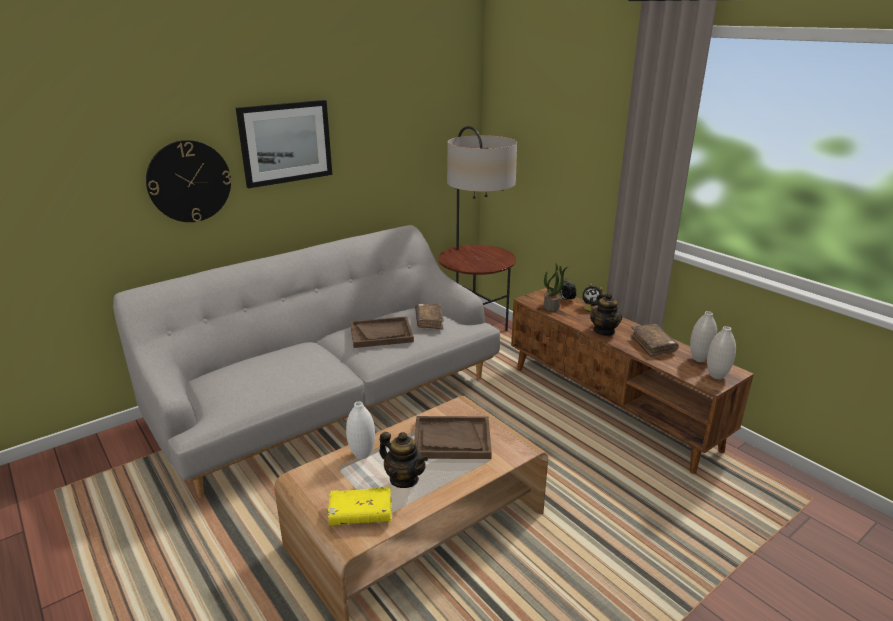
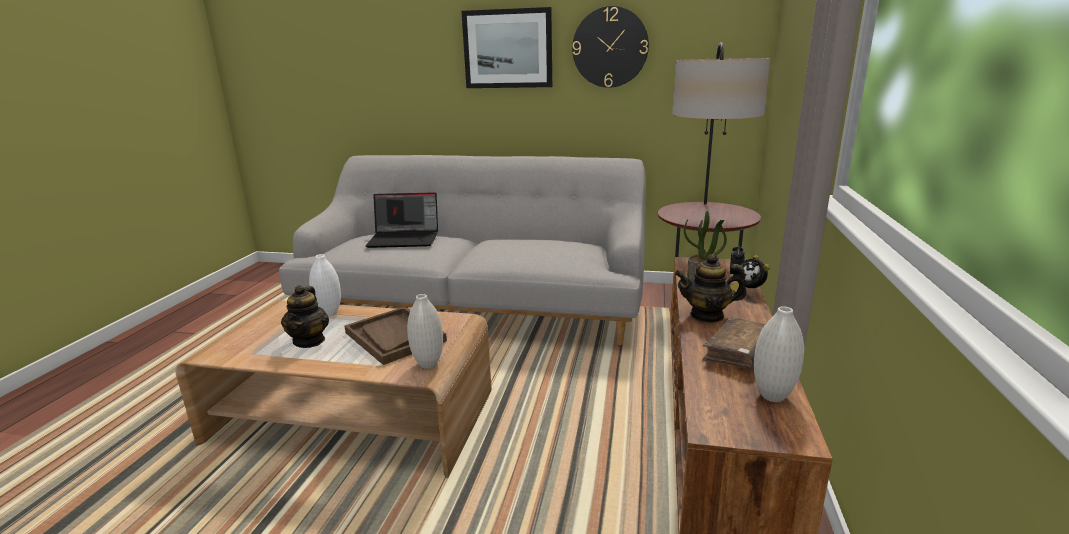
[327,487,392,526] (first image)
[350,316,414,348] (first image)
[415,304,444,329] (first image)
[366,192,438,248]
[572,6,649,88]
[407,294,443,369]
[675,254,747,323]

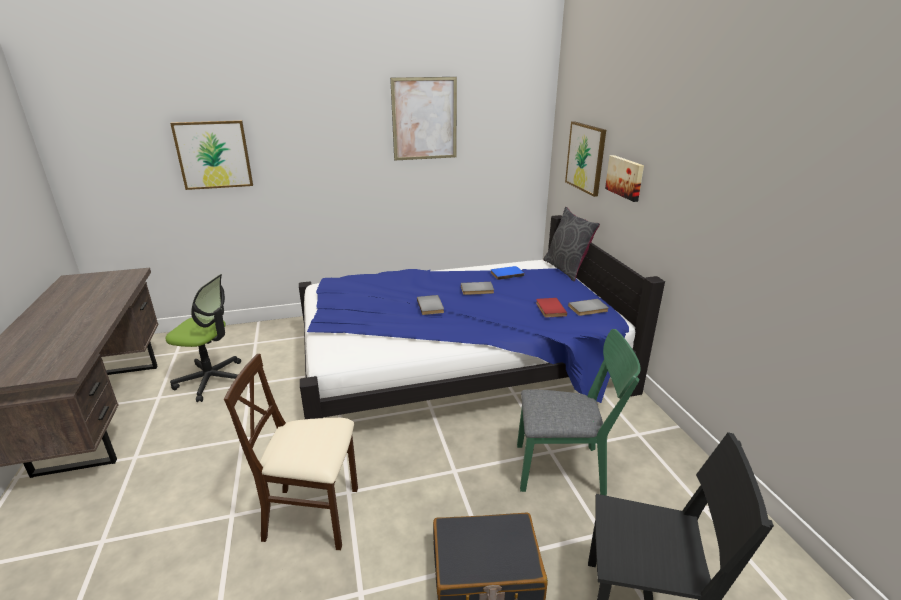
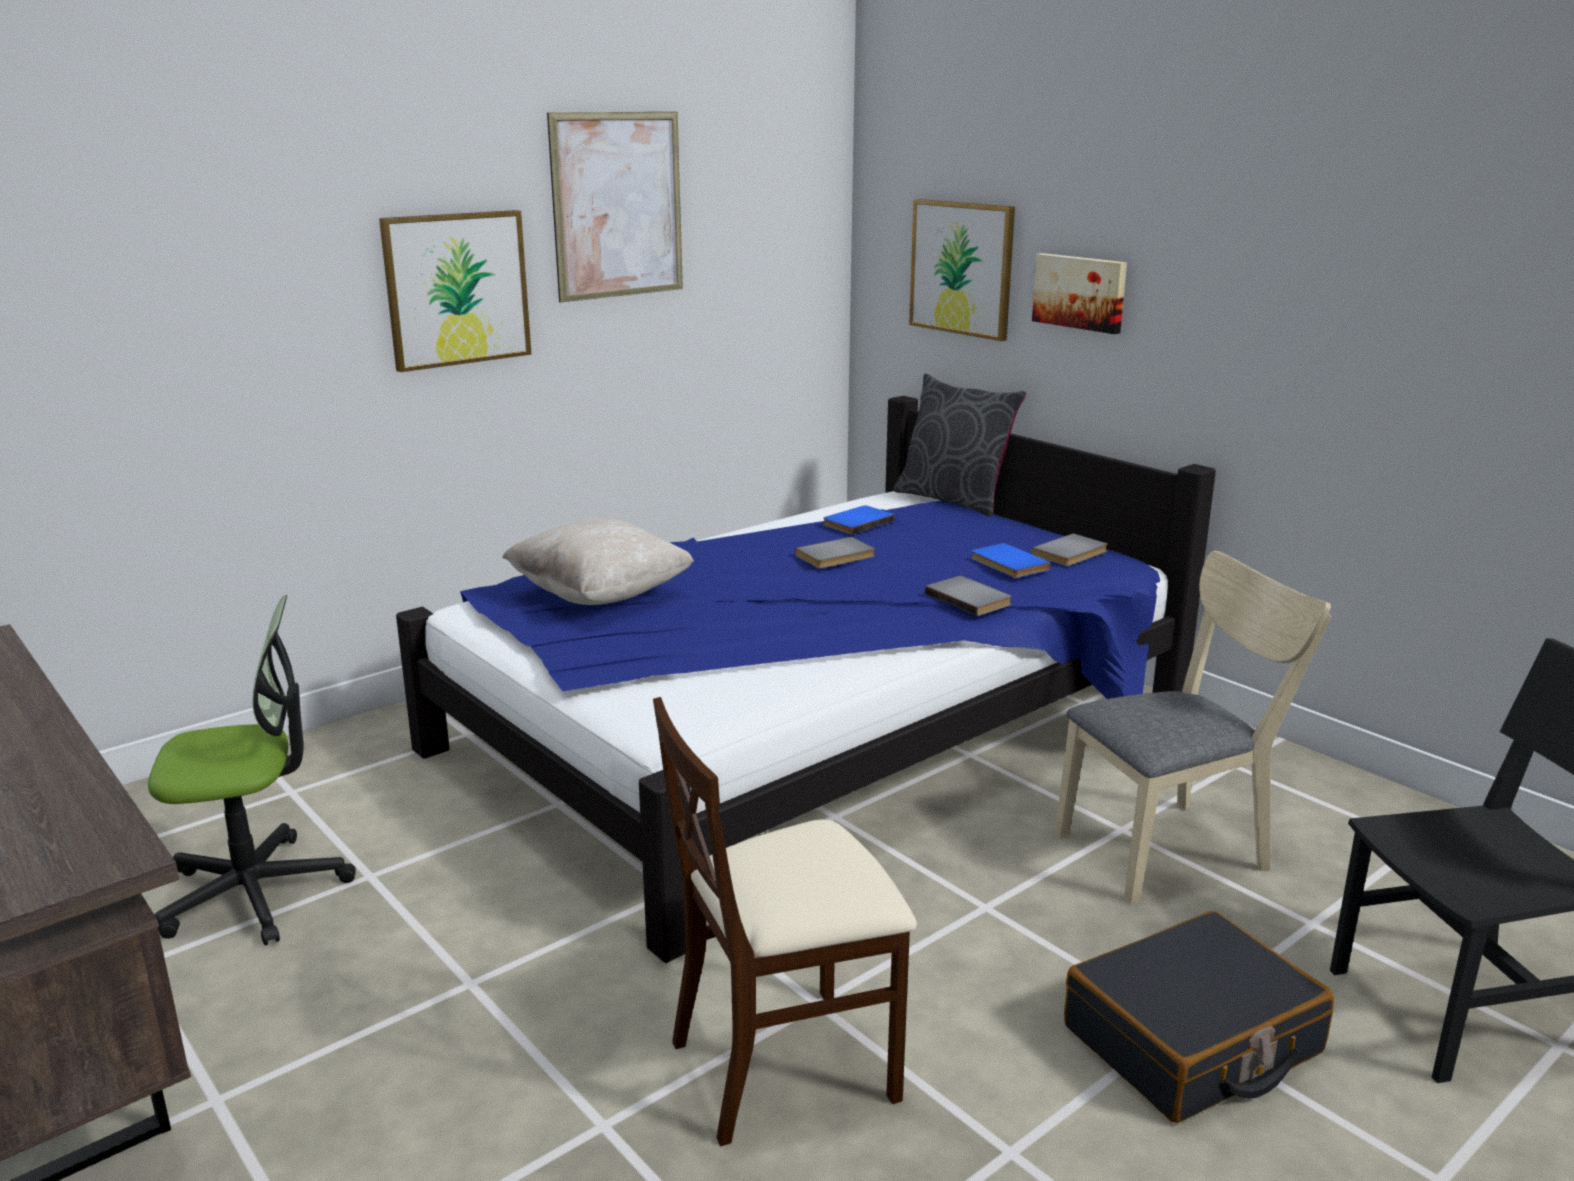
[502,517,694,605]
[379,210,532,372]
[925,576,1012,616]
[1055,551,1331,904]
[971,543,1051,578]

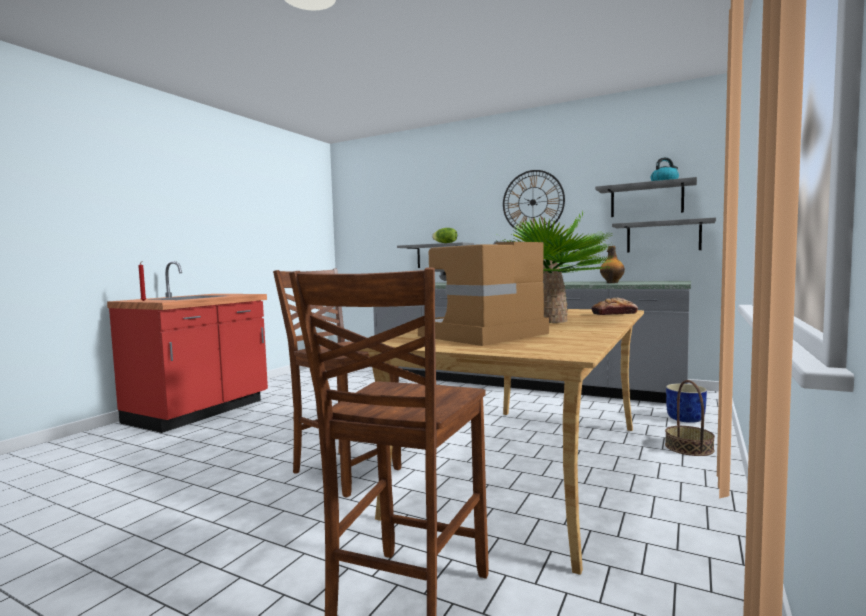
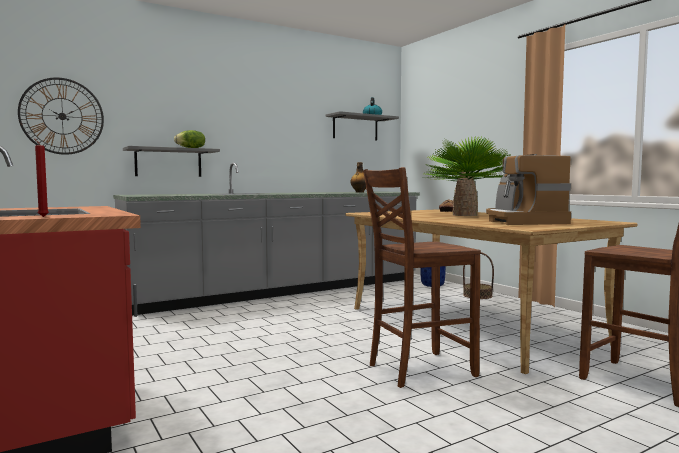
[612,217,716,253] (first image)
[18,77,104,155]

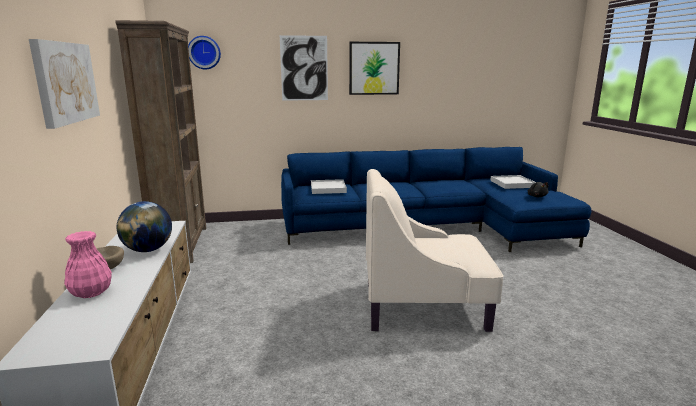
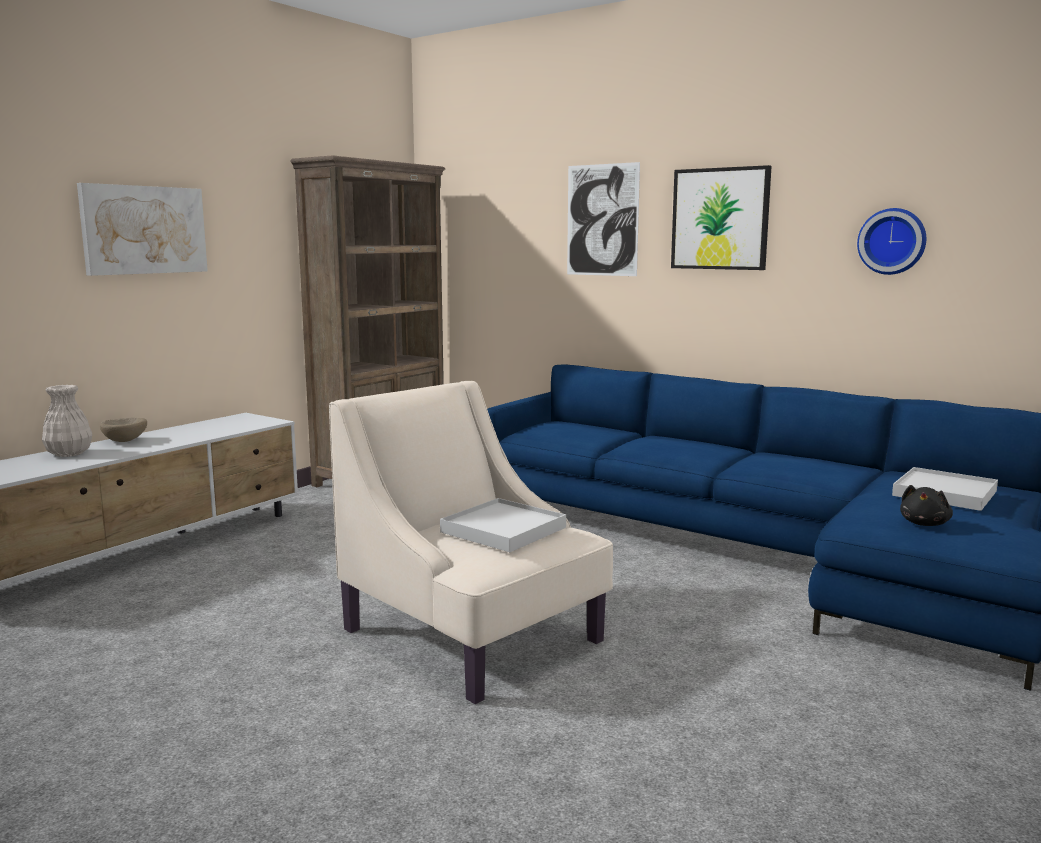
[117,201,172,252] (first image)
[857,208,926,275]
[440,498,566,552]
[42,385,92,457]

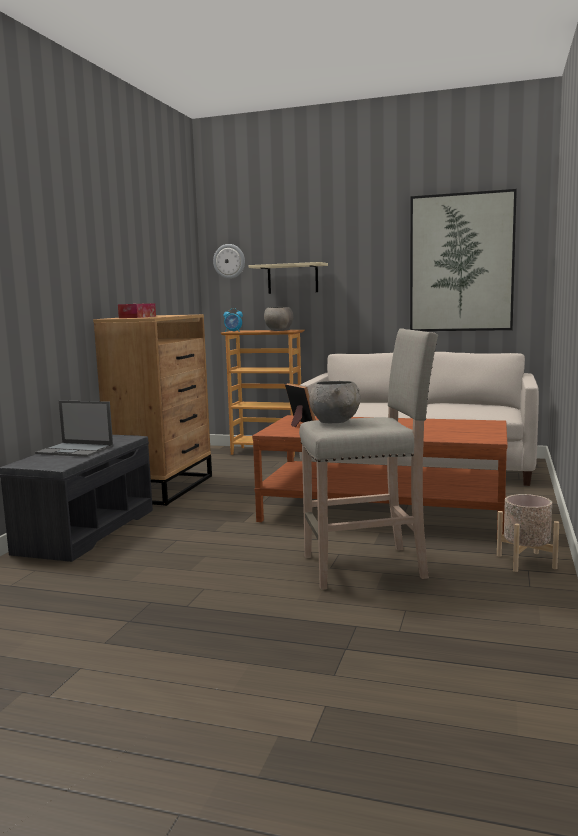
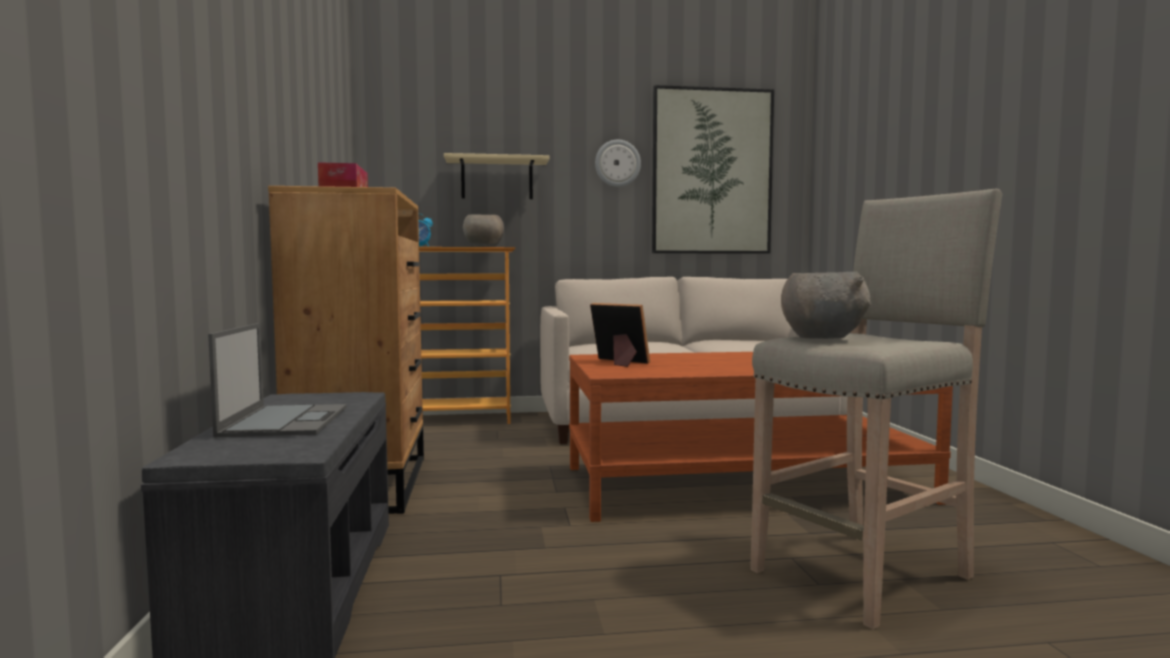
[497,494,559,572] (first image)
[595,140,641,187]
[208,323,347,437]

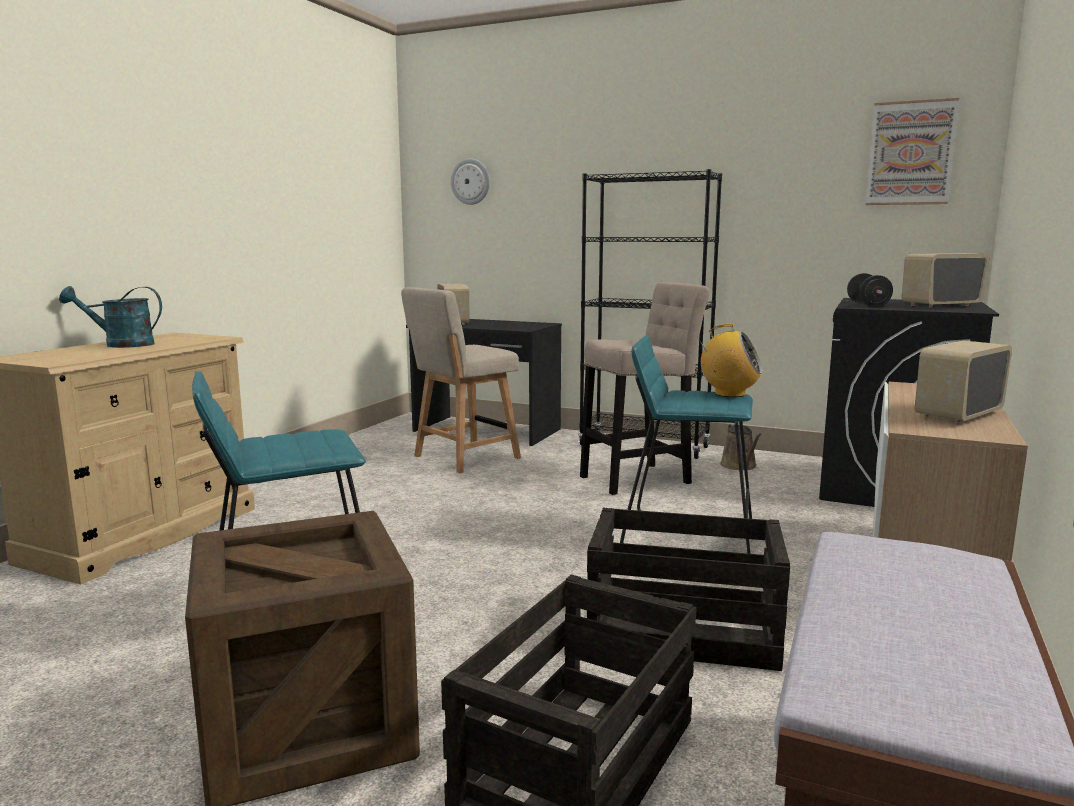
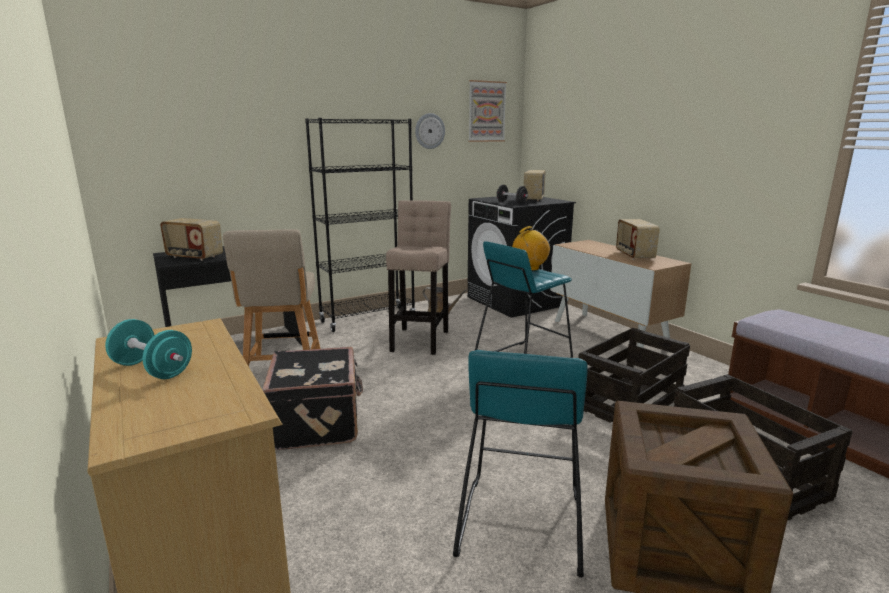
[262,347,363,450]
[415,113,445,149]
[105,319,192,379]

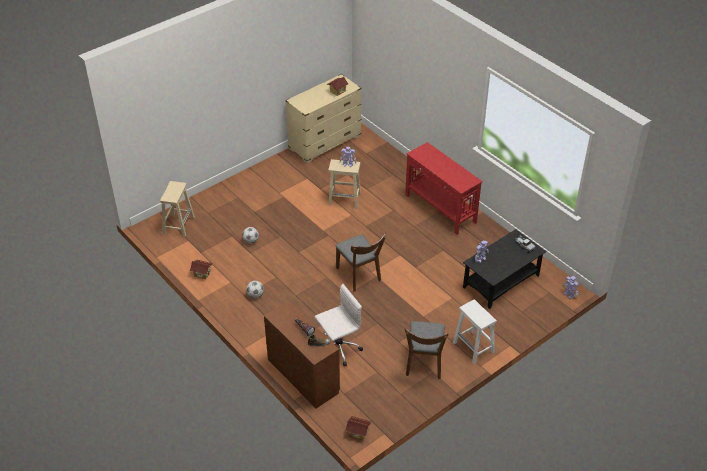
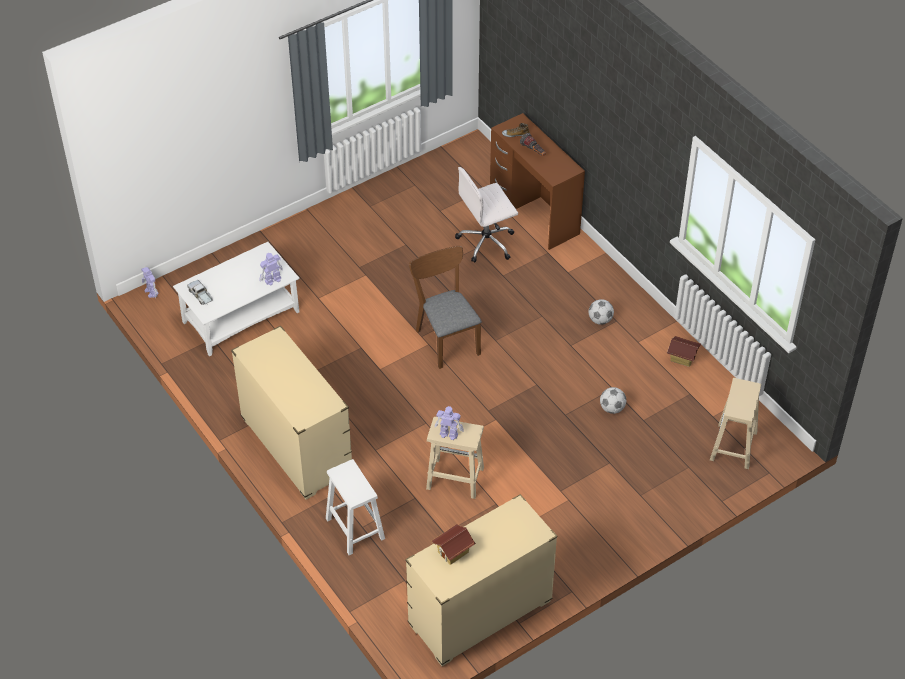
[345,416,371,440] (first image)
[405,321,449,379] (first image)
[326,459,385,555]
[231,326,352,500]
[173,242,300,357]

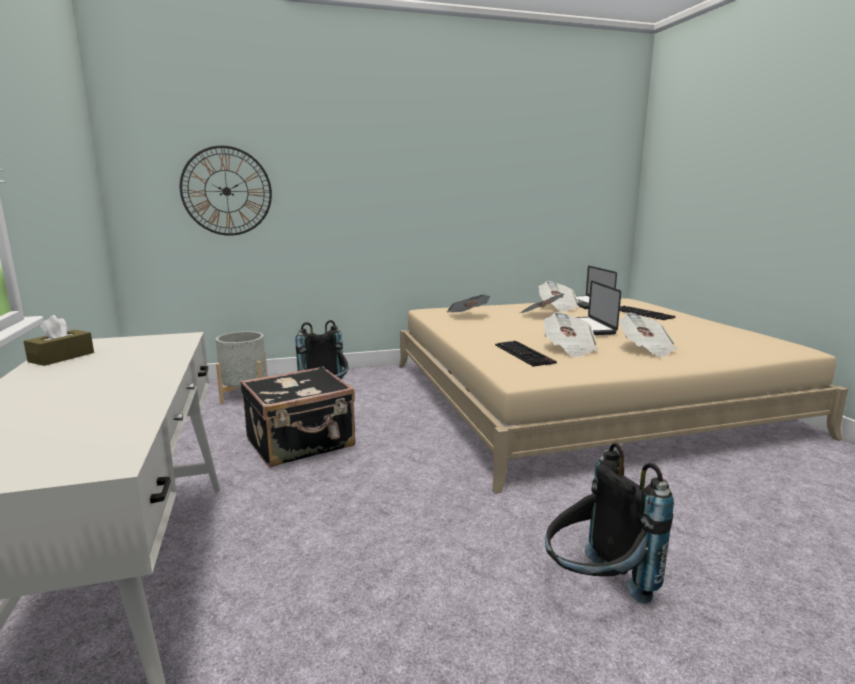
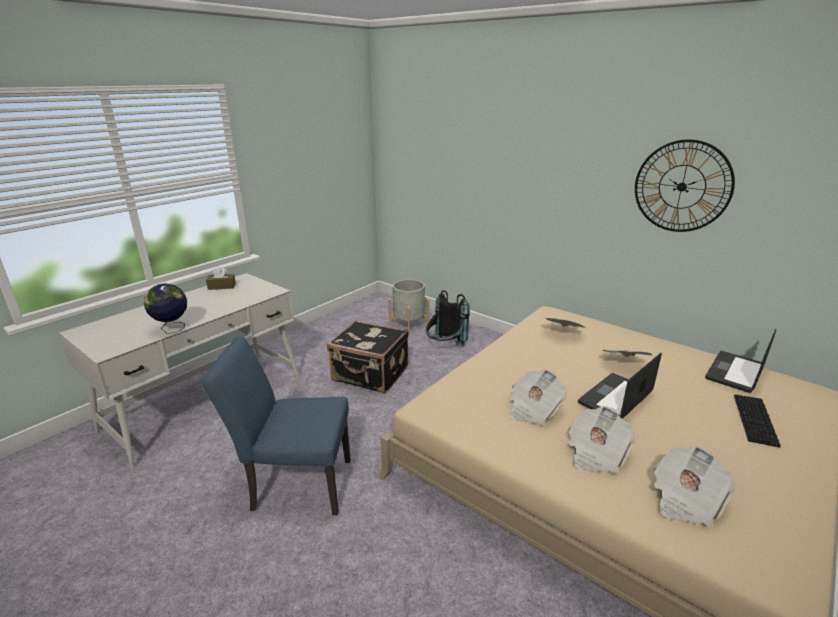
[495,341,557,367] (first image)
[545,443,674,604] (first image)
[144,283,187,334]
[202,336,351,515]
[635,139,735,232]
[654,446,735,526]

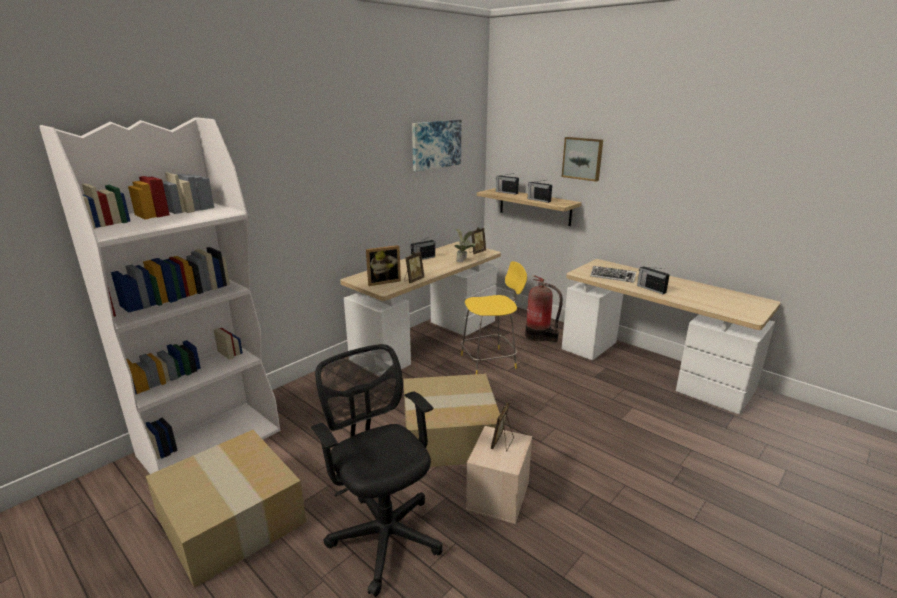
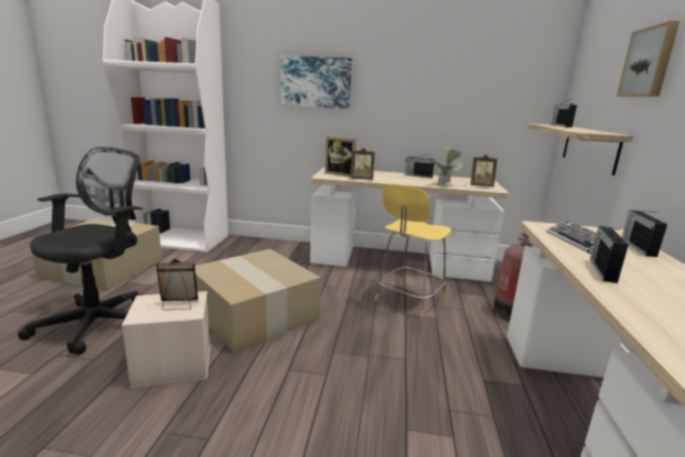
[281,55,352,109]
[622,210,667,257]
[375,184,452,318]

